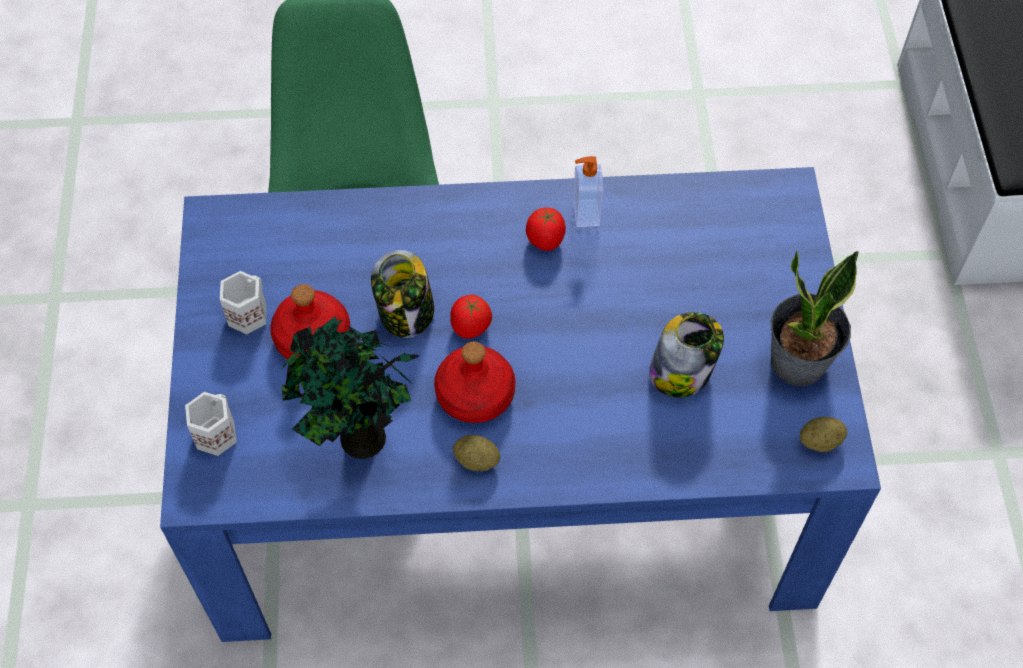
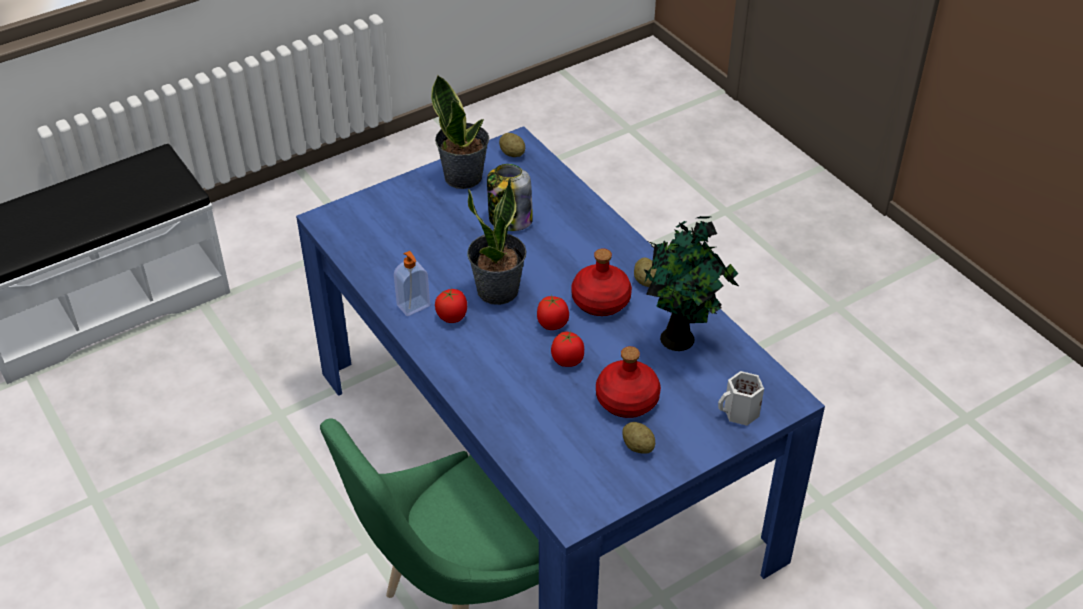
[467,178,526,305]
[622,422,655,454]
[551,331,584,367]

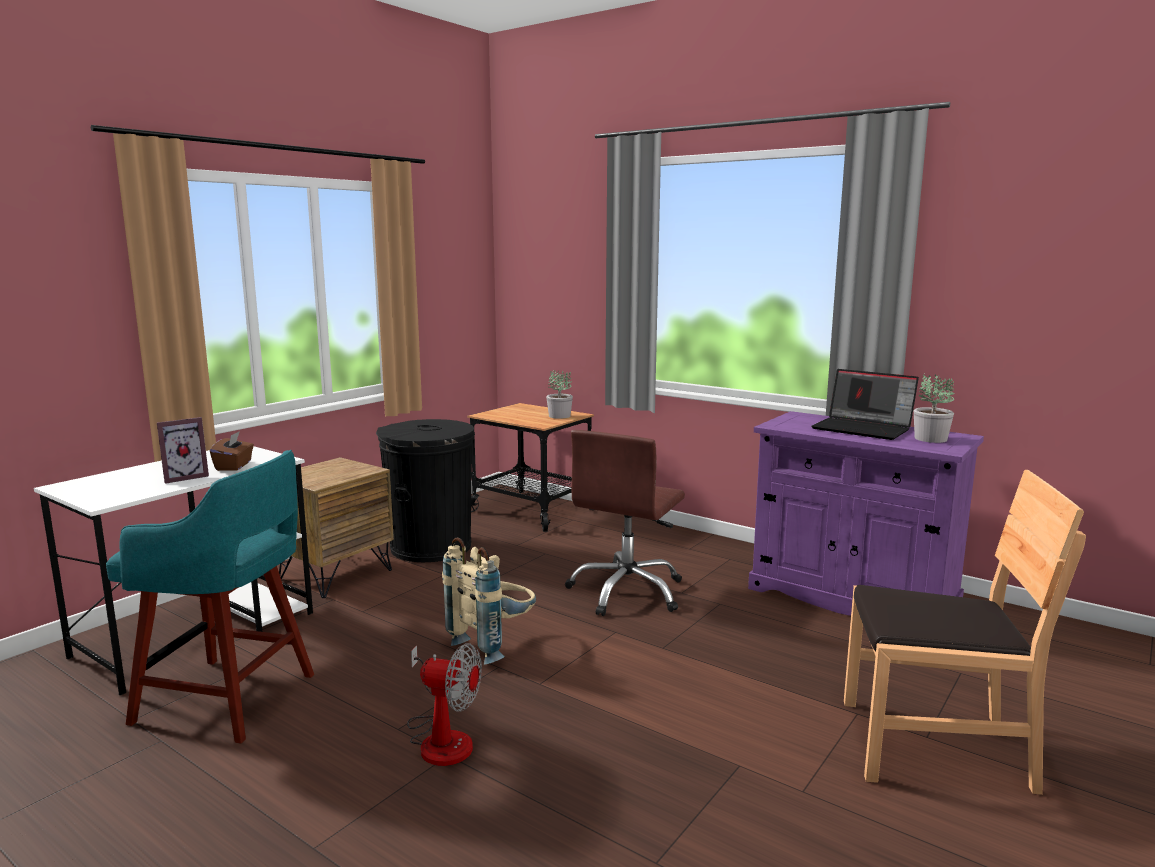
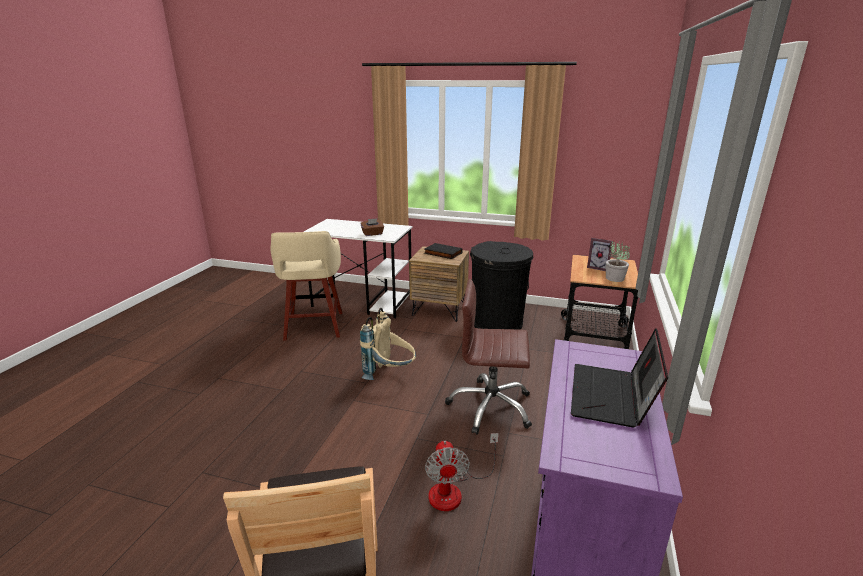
[914,374,955,443] (first image)
[424,243,463,259]
[587,238,612,271]
[425,433,499,511]
[271,231,343,341]

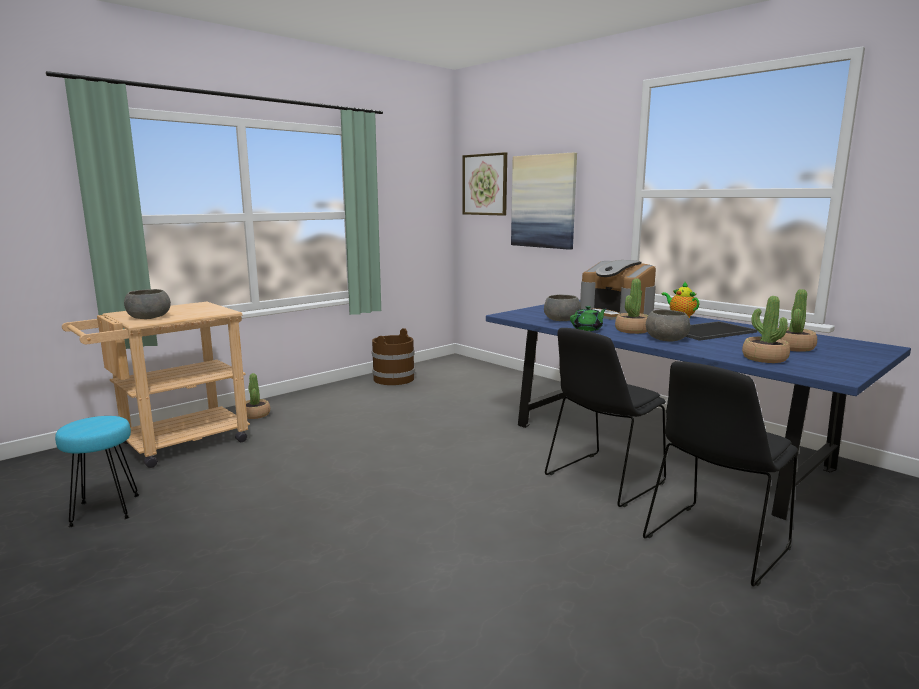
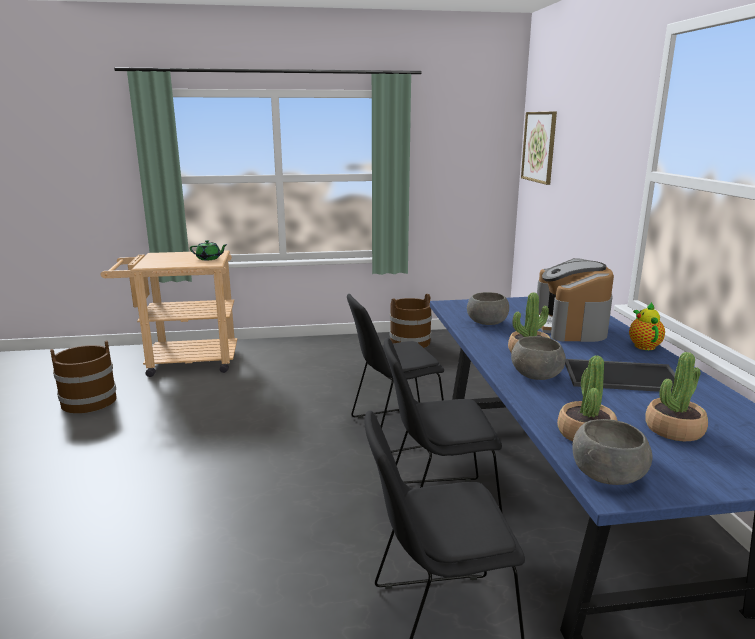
[246,373,270,419] (first image)
[511,152,577,250] (first image)
[347,294,444,452]
[572,419,653,485]
[190,240,228,260]
[50,340,116,413]

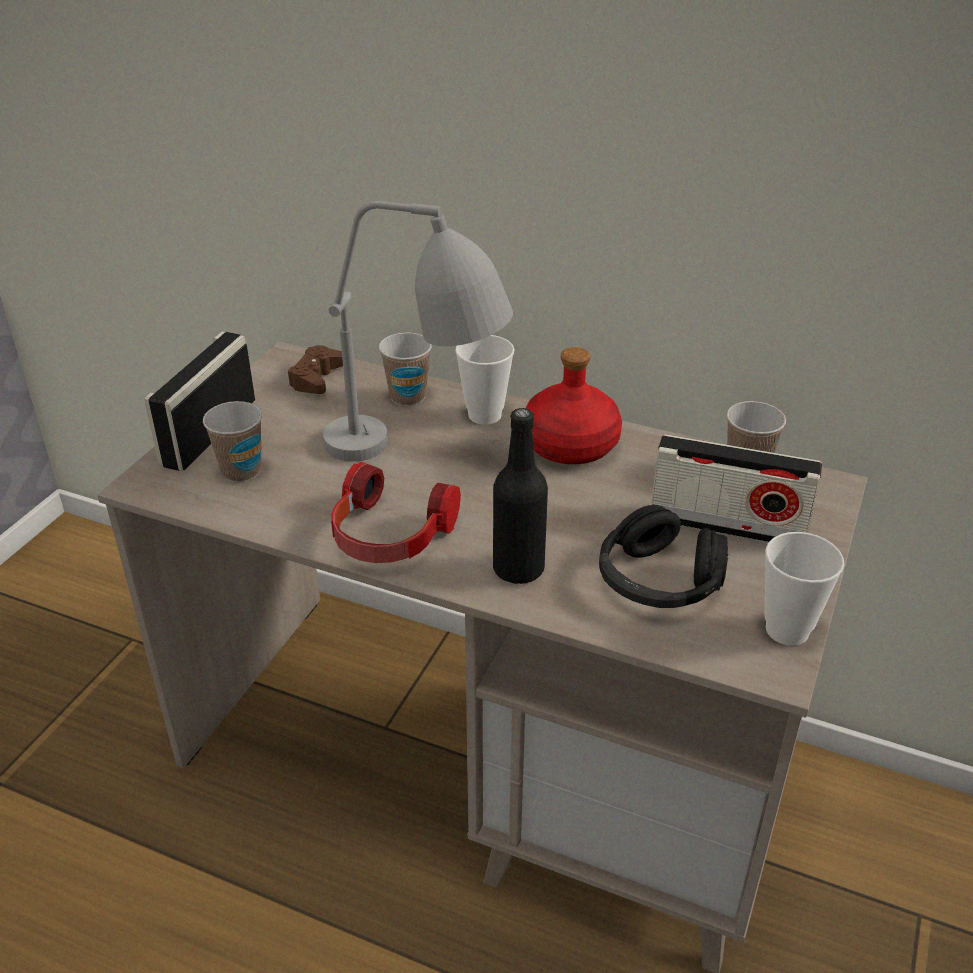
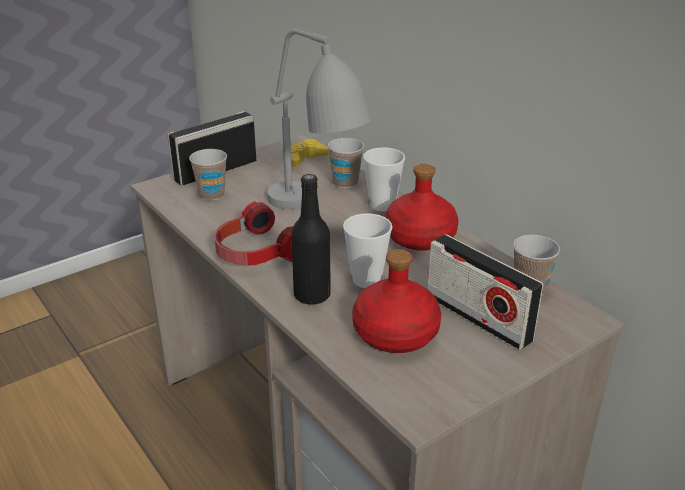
[343,213,392,288]
[352,249,441,353]
[283,139,329,167]

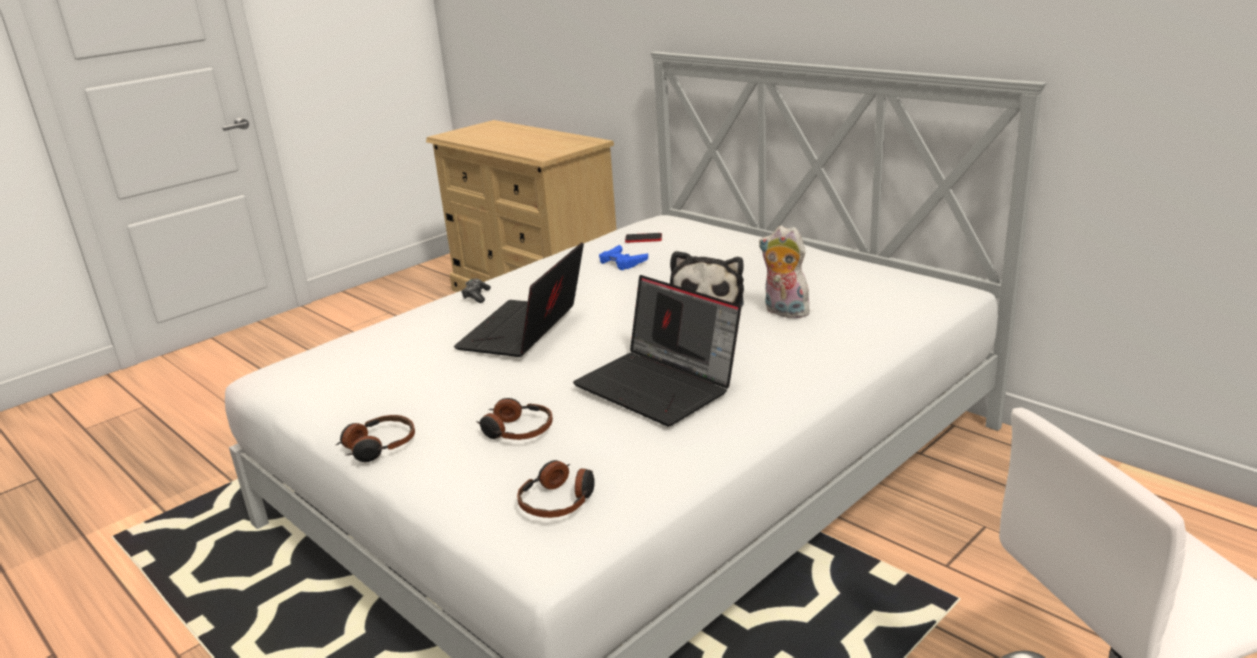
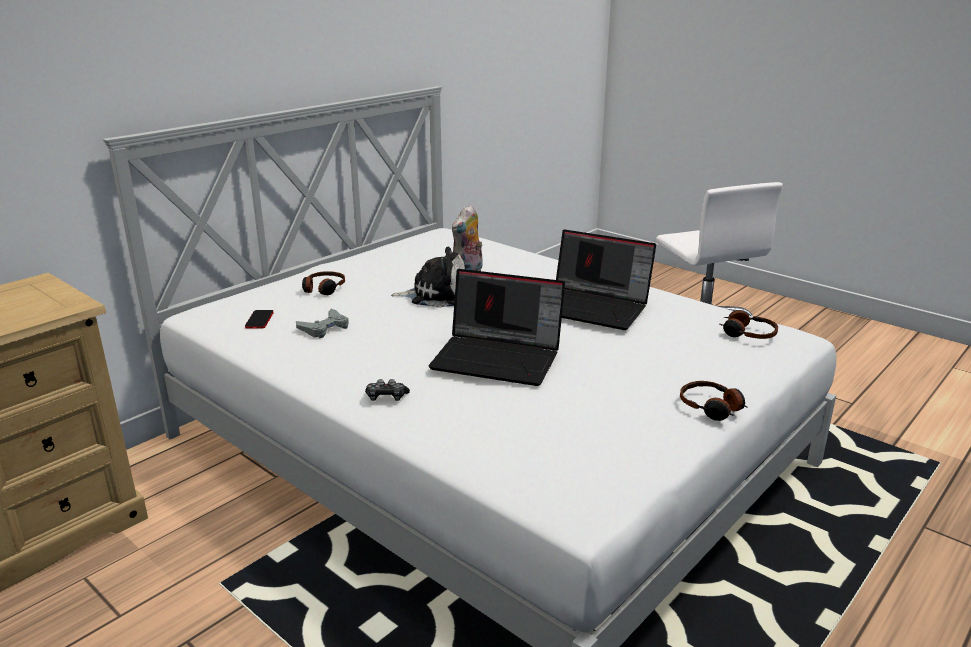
[302,271,345,295]
[296,308,349,338]
[556,229,656,330]

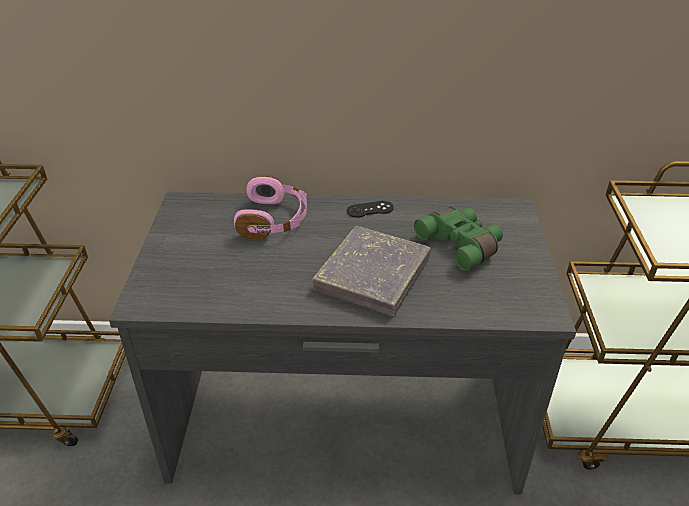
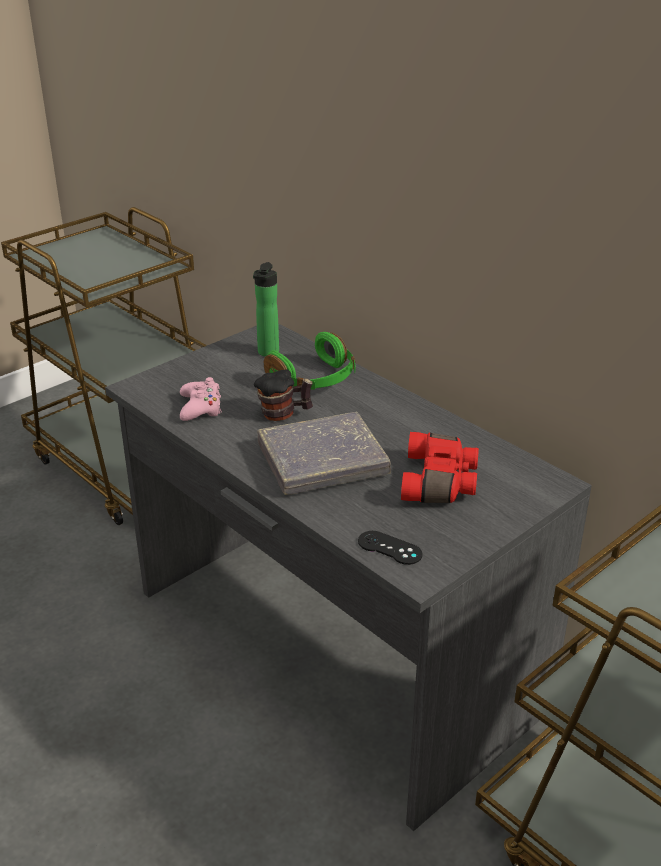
[180,377,222,421]
[253,262,279,356]
[254,369,313,421]
[358,531,423,565]
[264,332,356,390]
[401,432,479,503]

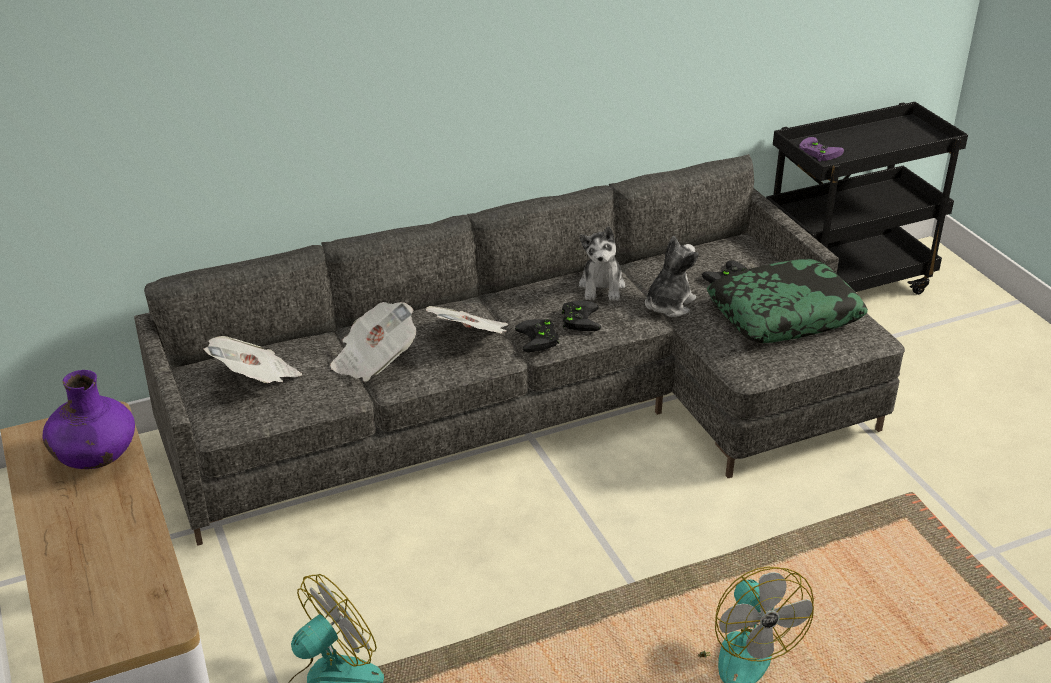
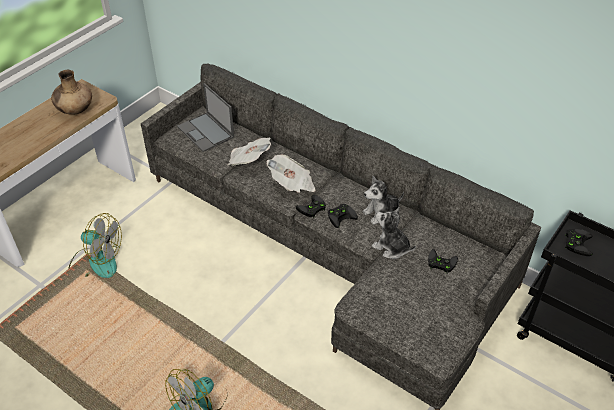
[707,259,868,343] (first image)
[177,83,234,152]
[51,70,92,115]
[565,229,593,256]
[372,207,416,259]

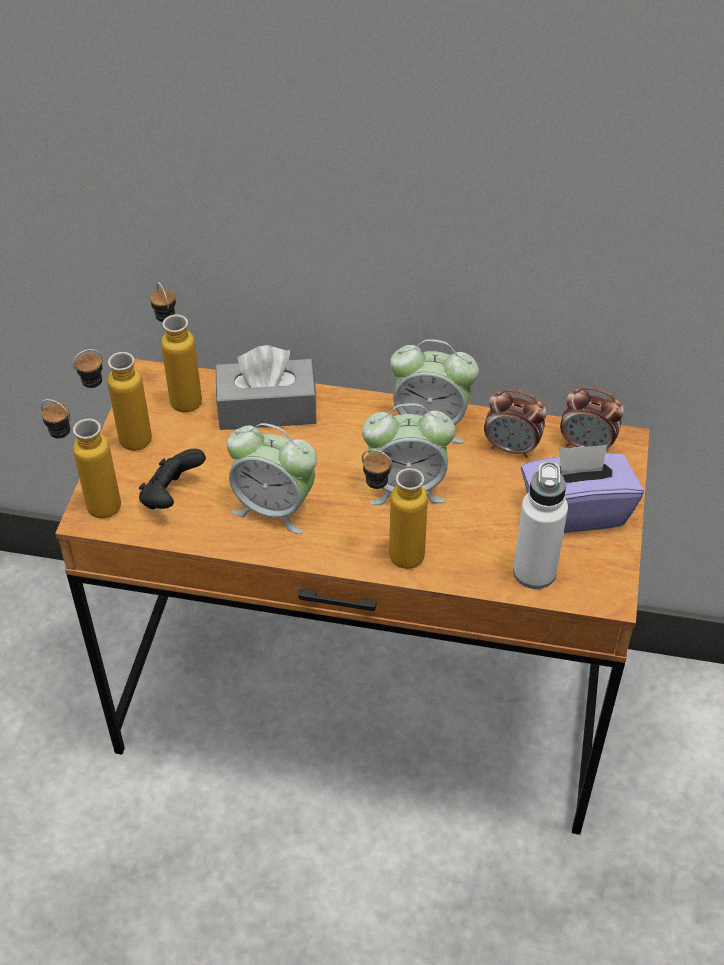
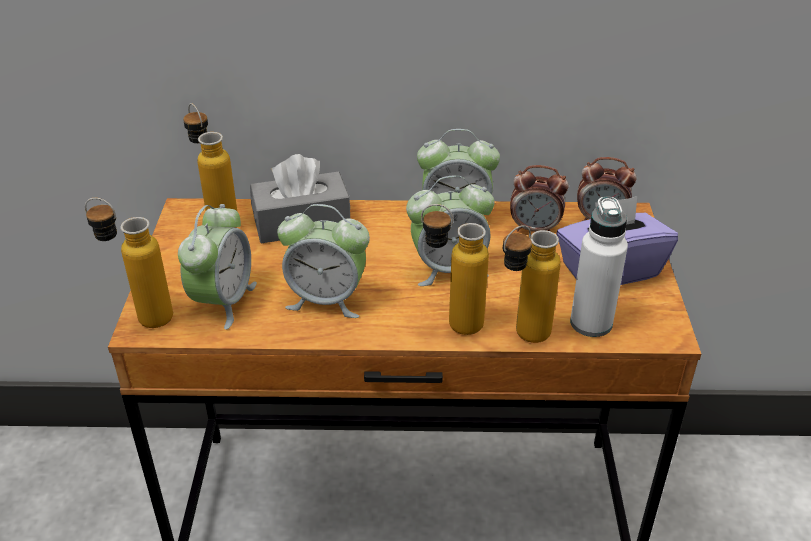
[503,225,561,343]
[178,204,257,330]

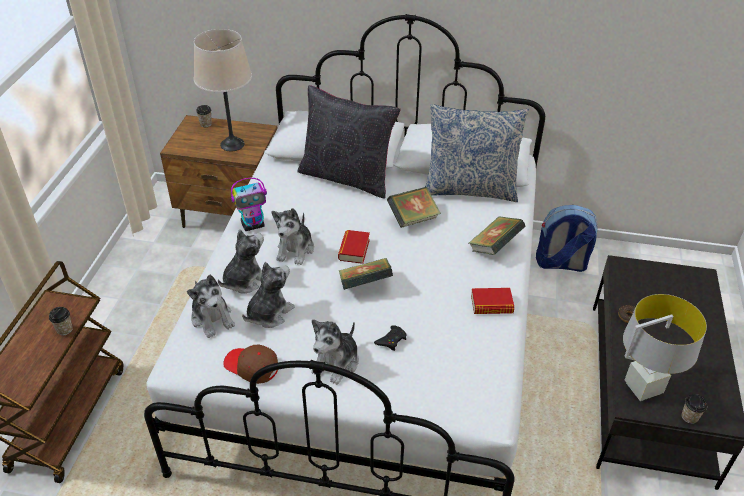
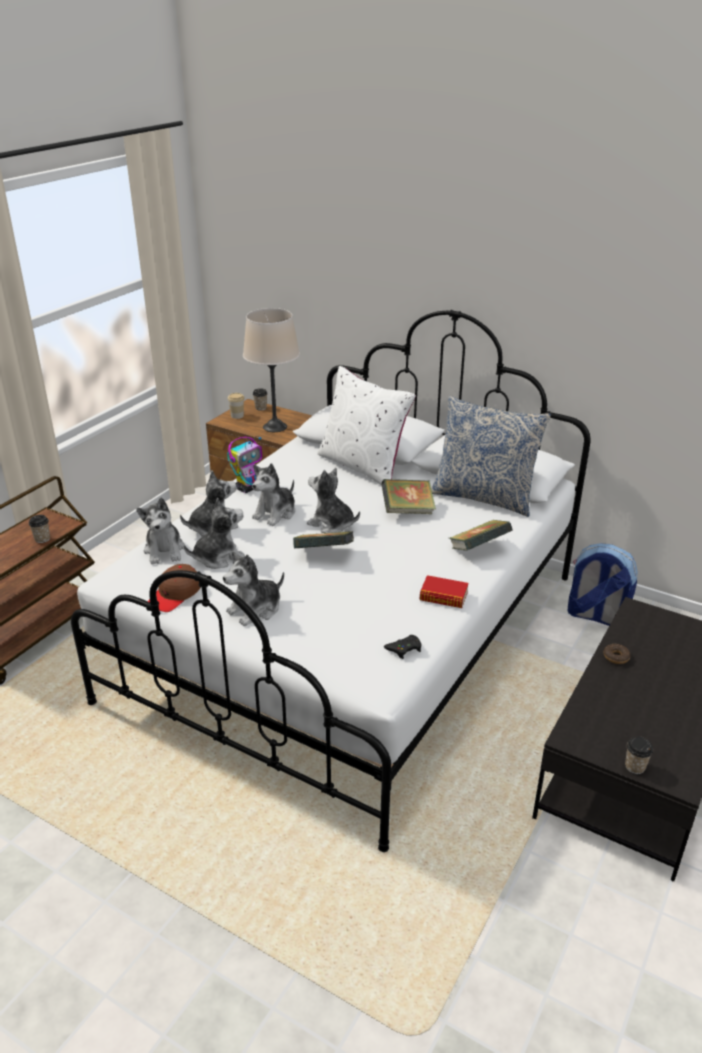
[623,294,707,401] (first image)
[228,393,245,419]
[384,635,422,659]
[307,468,360,533]
[317,366,416,486]
[148,564,200,612]
[227,436,262,493]

